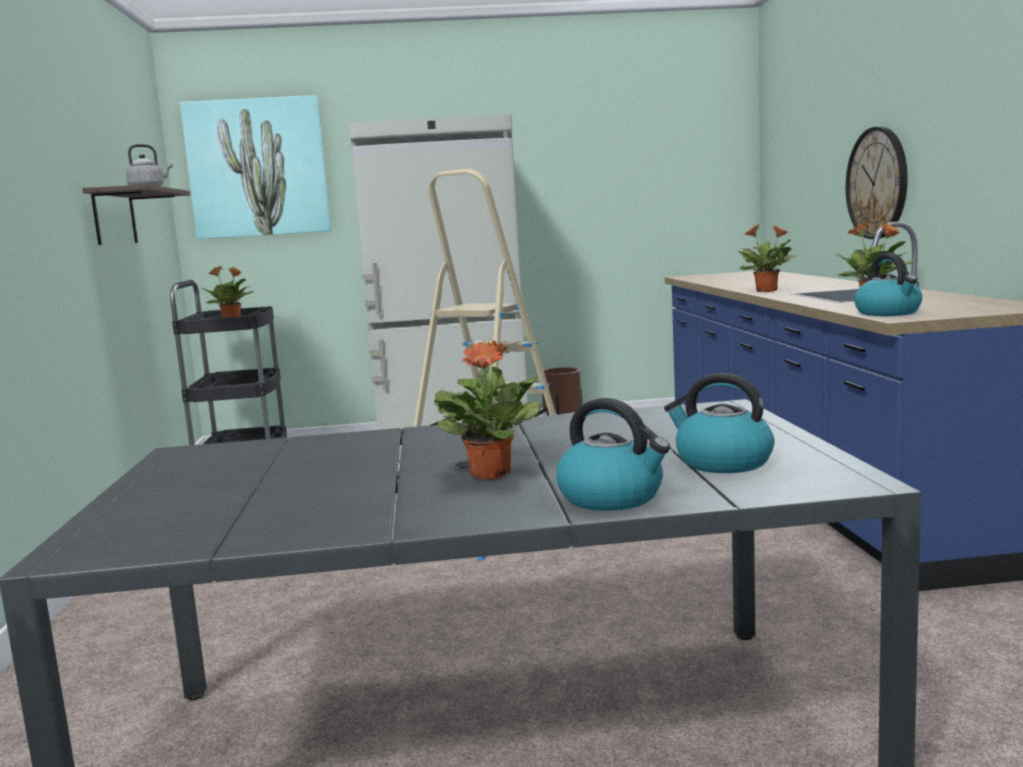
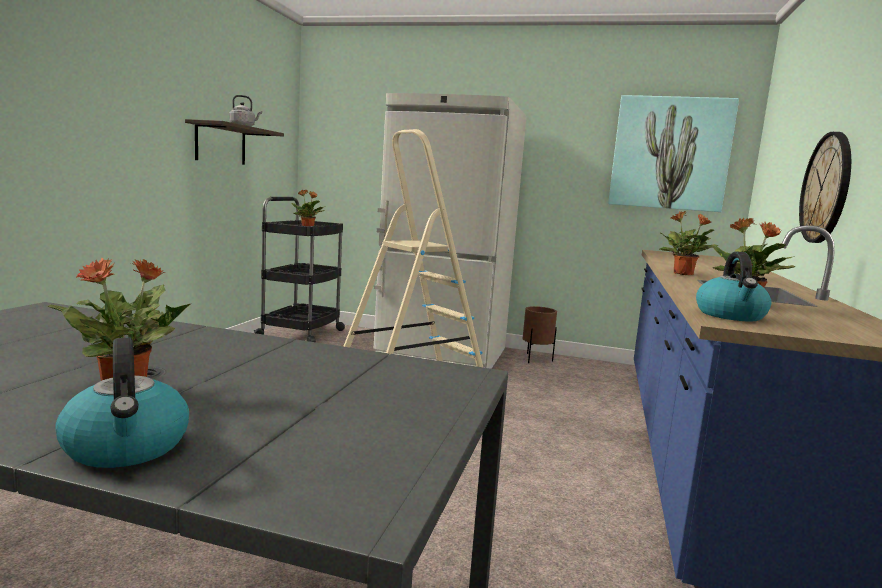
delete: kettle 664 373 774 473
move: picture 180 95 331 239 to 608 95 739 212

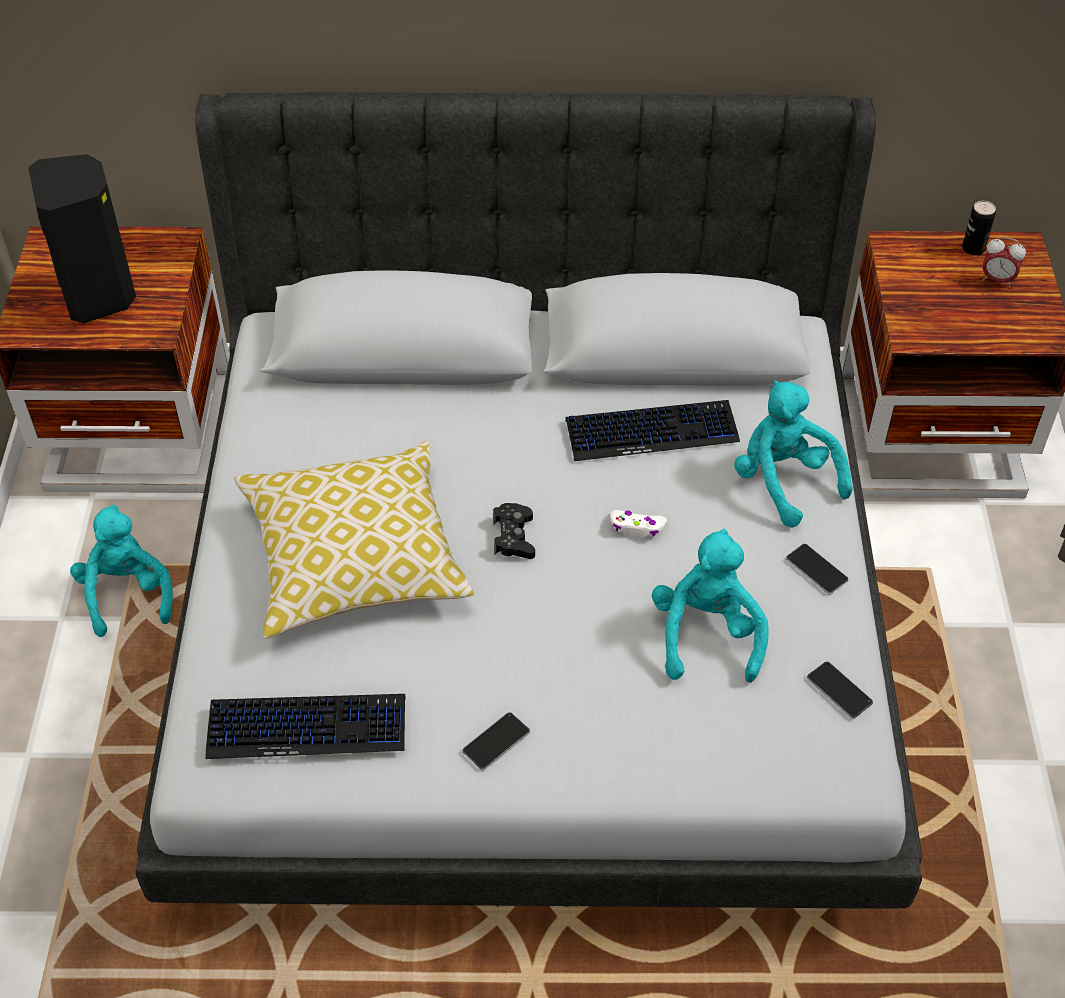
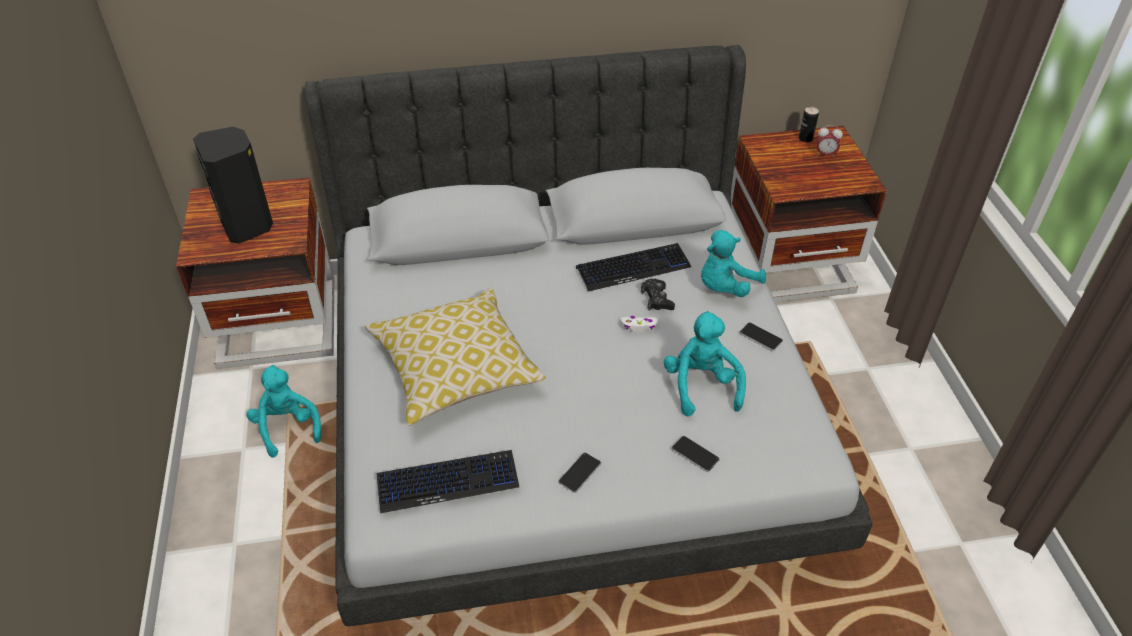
move: game controller/black 493 503 535 559 to 641 279 675 310; phone 807 661 873 719 to 672 436 720 472
rotate: plush toy/turquoise 734 380 853 528 = 701 230 766 297 90 degrees counterclockwise

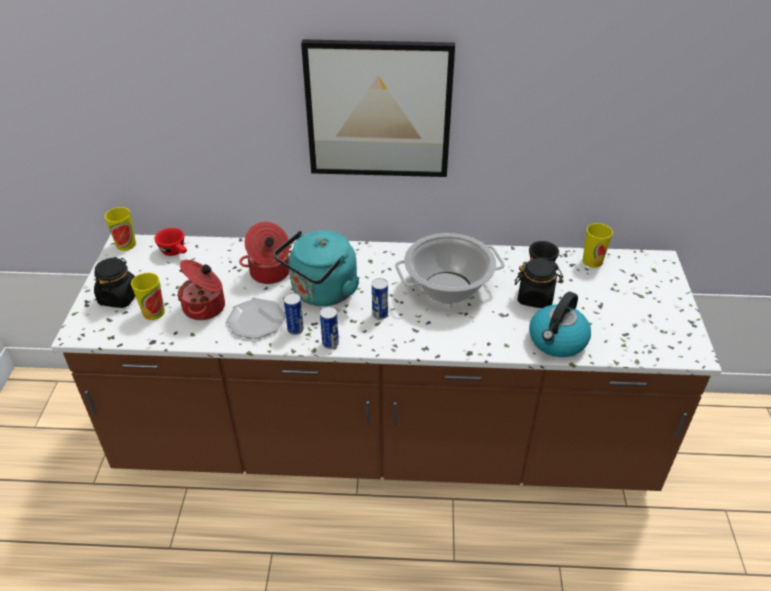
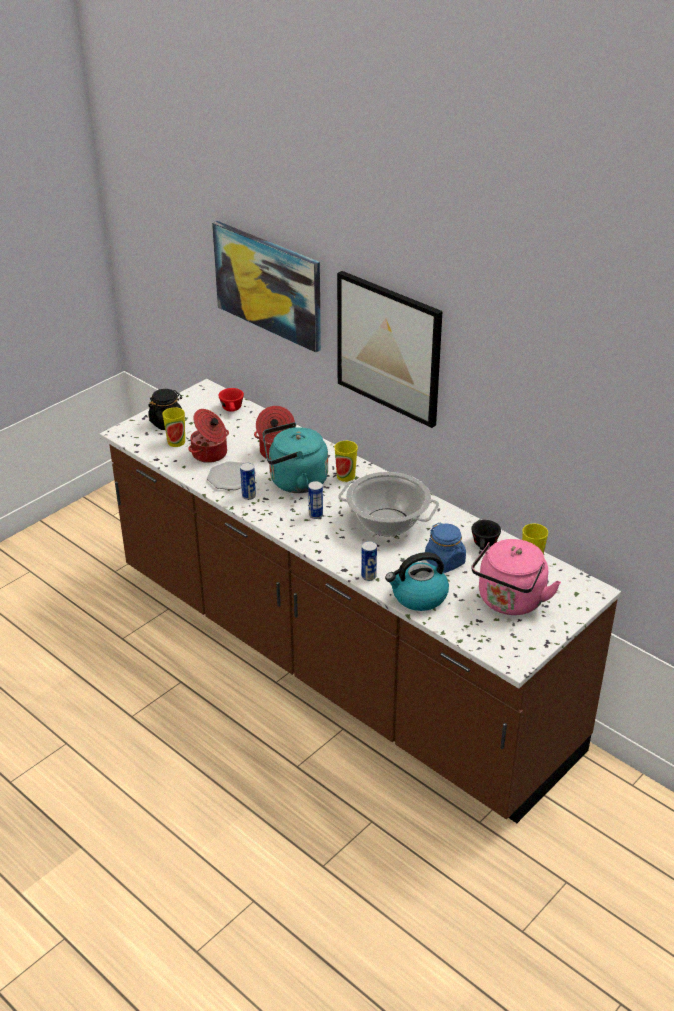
insert: picture 212 221 321 353; kettle/pink 471 539 561 615
move: cup 104 207 136 251 to 334 441 358 482; can 320 307 339 349 to 361 541 377 581
recolor: jar/black 515 258 563 308 to jar/blue 425 522 466 573

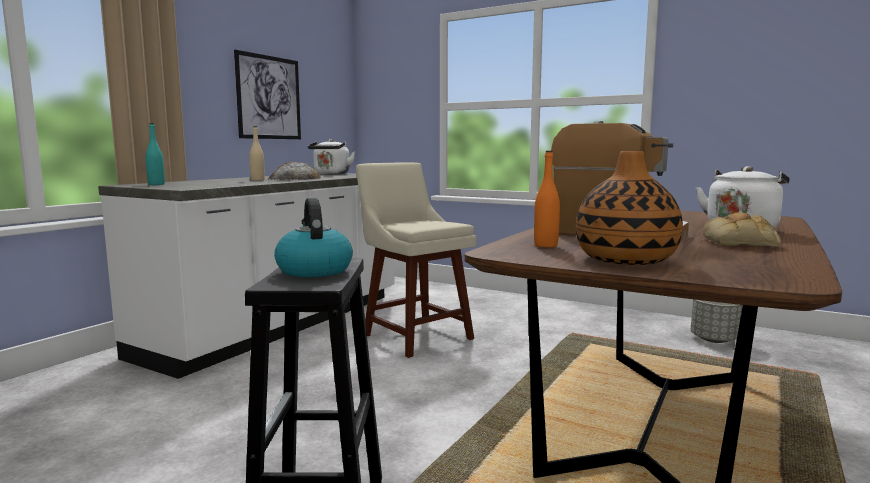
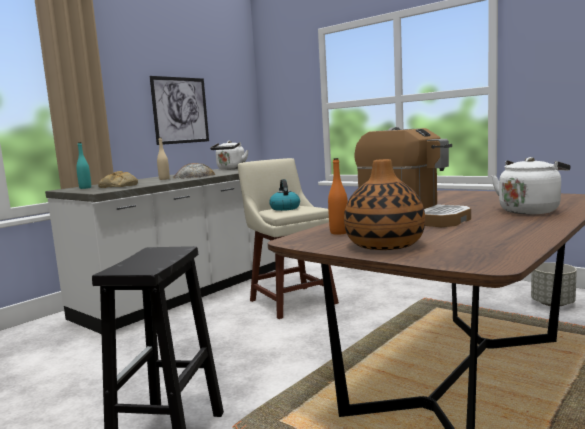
move: kettle 274 198 353 277 to 269 179 300 211; bread 703 212 781 247 to 98 171 138 188

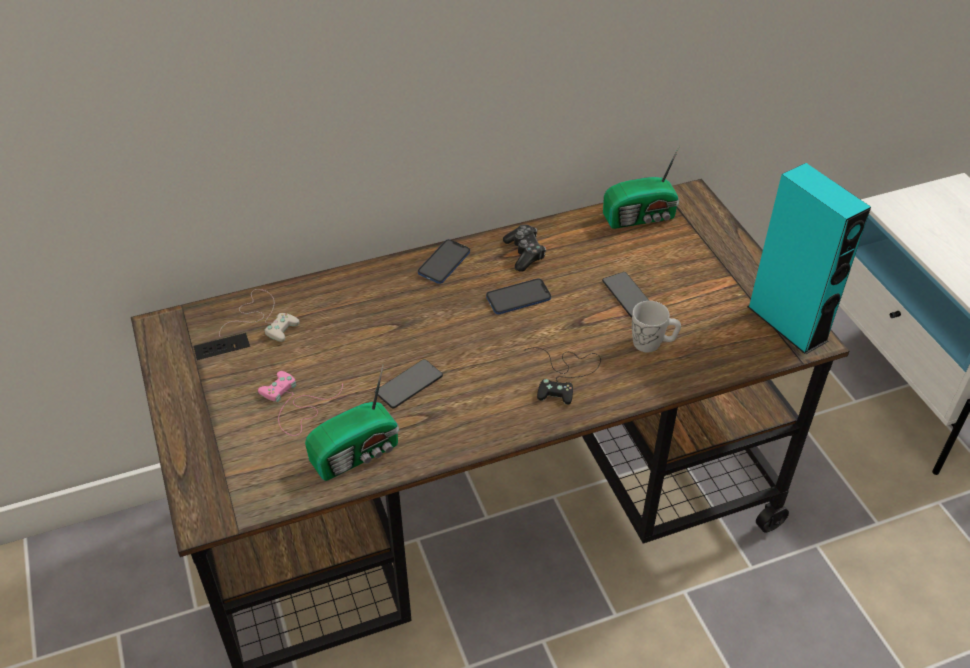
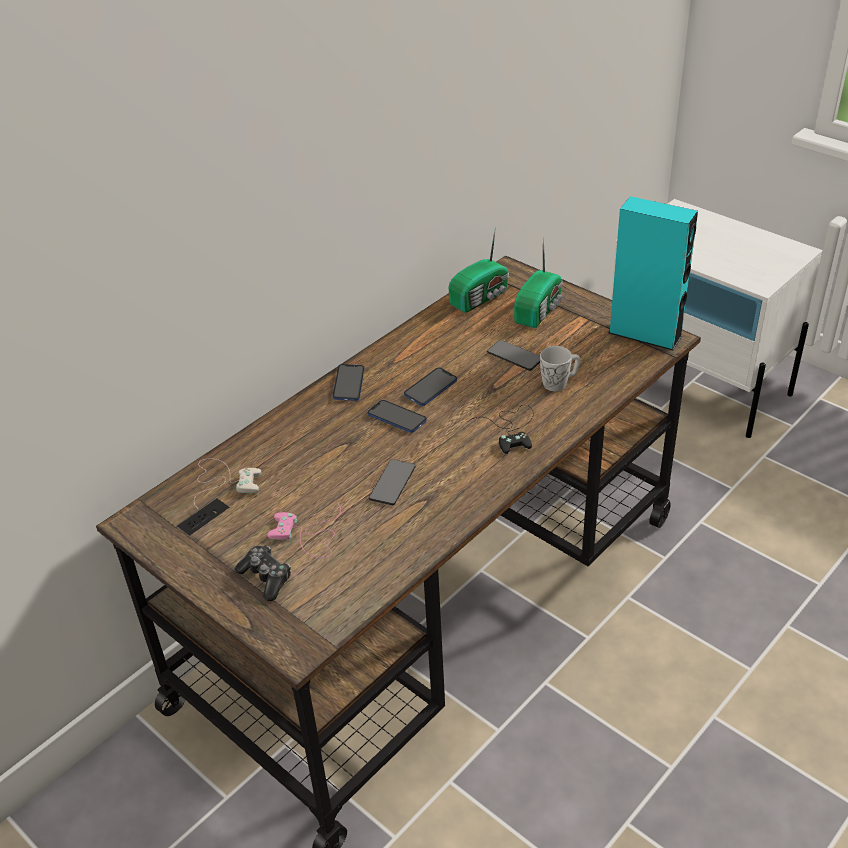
insert: phone 368 400 427 433
move: radio 305 364 399 481 to 514 237 563 328; game controller 503 225 546 272 to 235 546 291 601

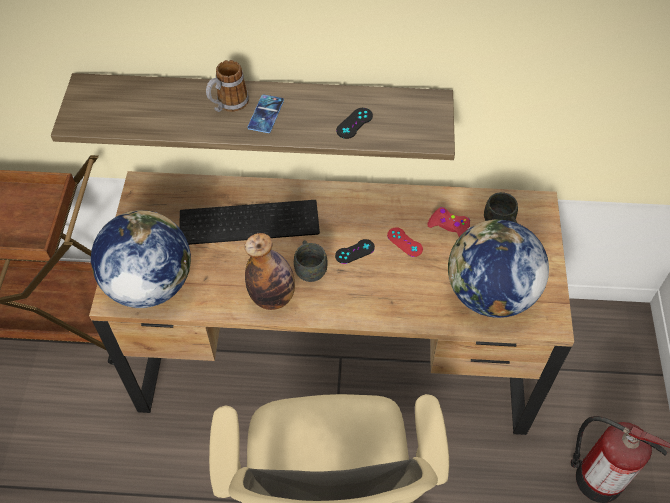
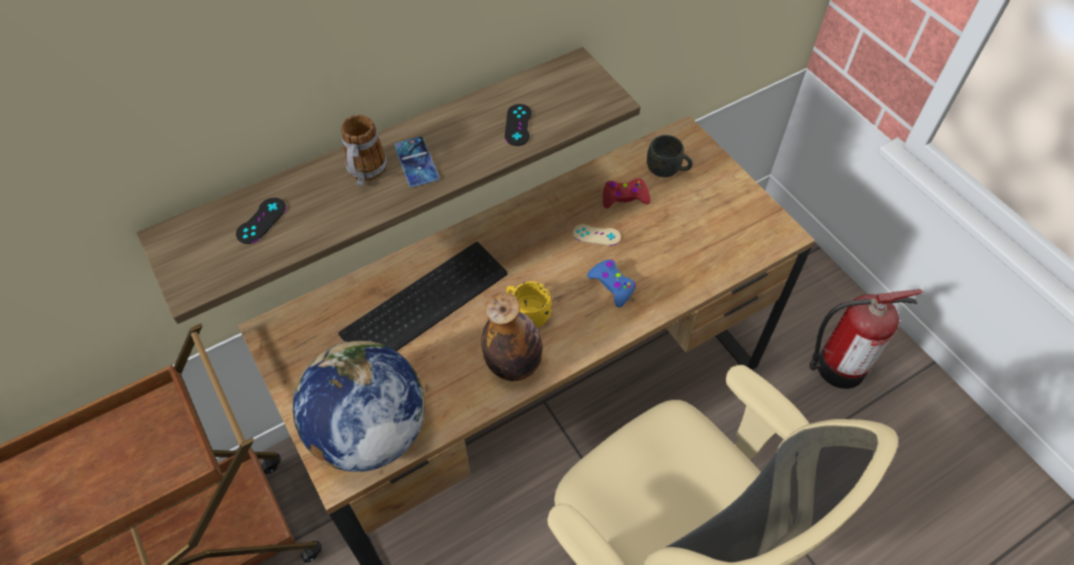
delete: globe 448 220 549 318
insert: game controller/blue 587 259 636 307
move: game controller/black 335 239 375 264 to 236 198 286 244
recolor: mug/grey 294 240 327 282 to mug/yellow 506 281 552 328; game controller/red 387 227 423 257 to game controller/beige 573 224 621 246

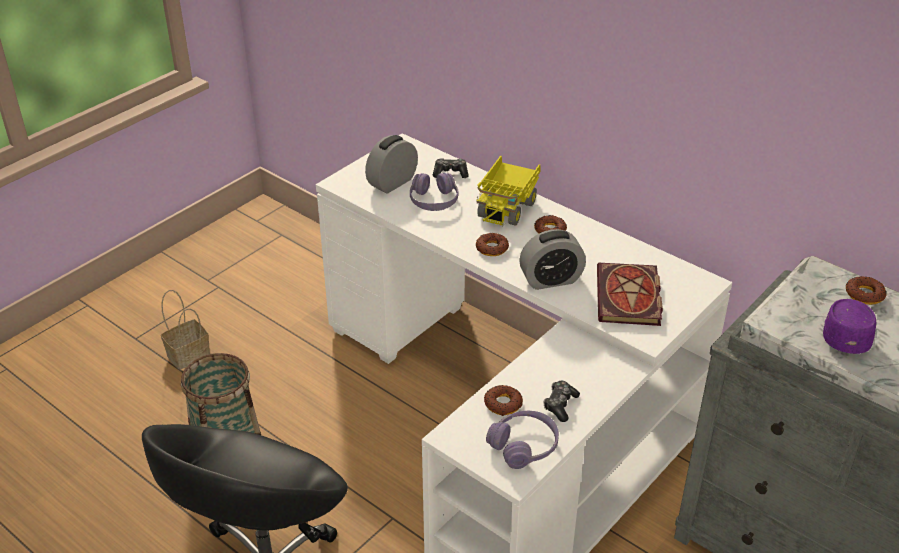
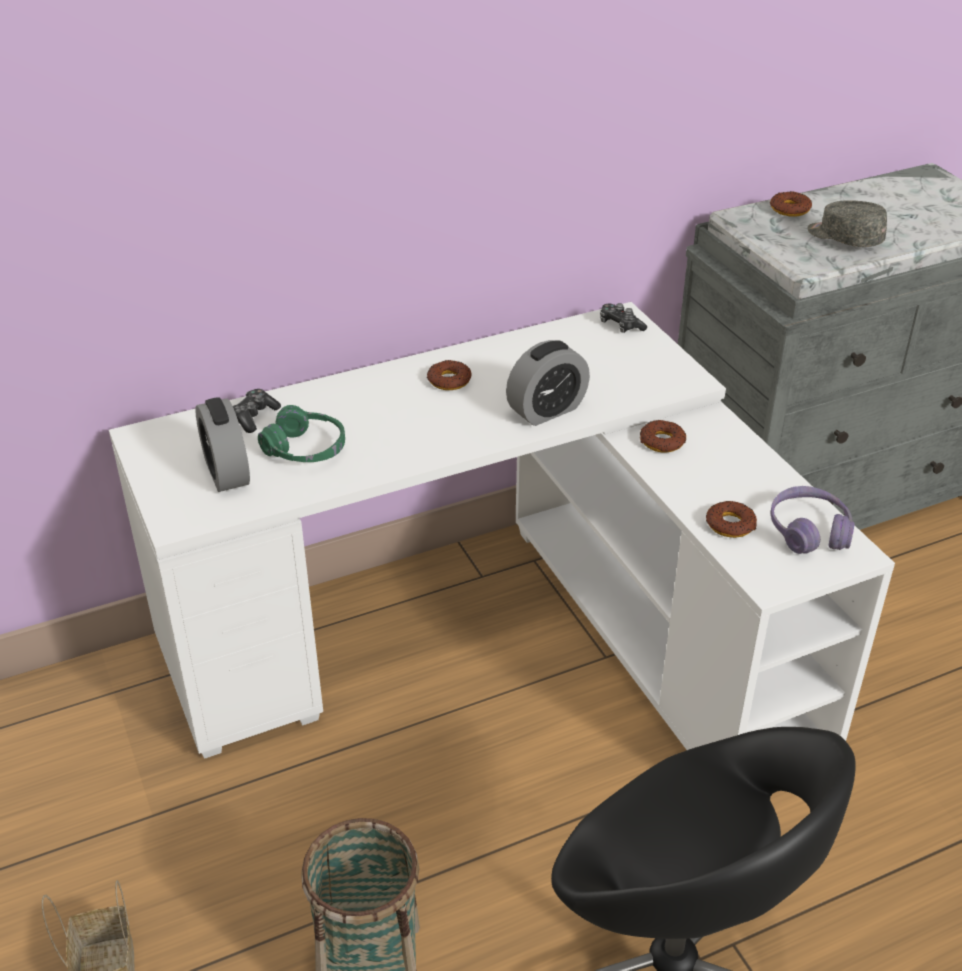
delete: toy truck 476 156 540 227; book 597 263 663 326
move: donut 476 233 509 256 to 640 420 686 453; game controller 544 381 580 422 to 600 303 647 333
recolor: headphones/purple 410 173 459 211 to headphones/green 258 405 345 462; cap/purple 823 299 876 354 to cap/grey 807 200 887 247
rotate: alarm clock 519 229 586 290 = 506 340 590 426 45 degrees clockwise

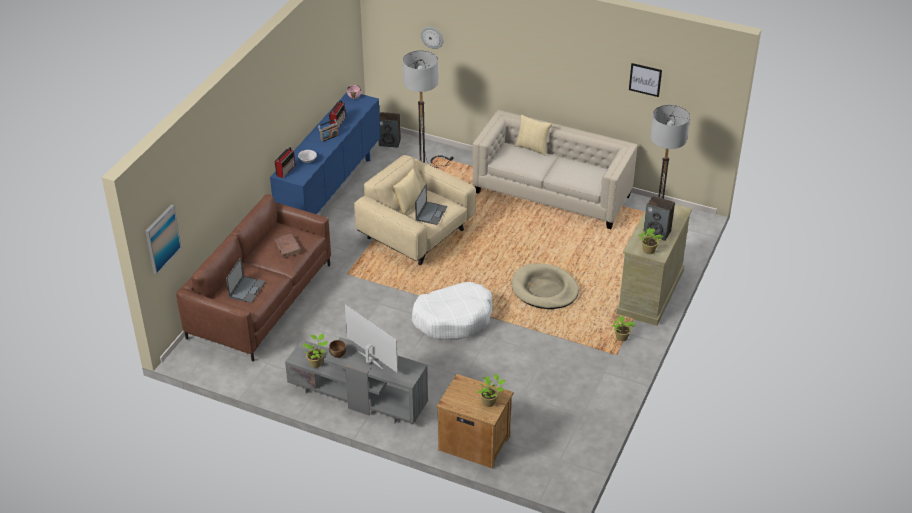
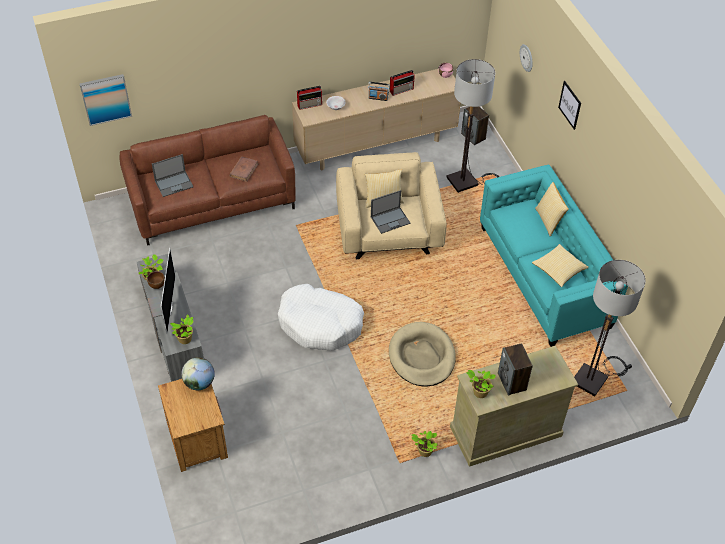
insert: globe 181 357 215 390; pillow 532 244 588 287
move: potted plant 477 374 506 407 to 170 315 193 344; picture 629 63 662 97 to 558 81 581 130
recolor: cabinet/blue 270 92 381 214 to cabinet/beige 292 69 461 170; sofa/beige 473 110 637 229 to sofa/turquoise 480 165 628 347

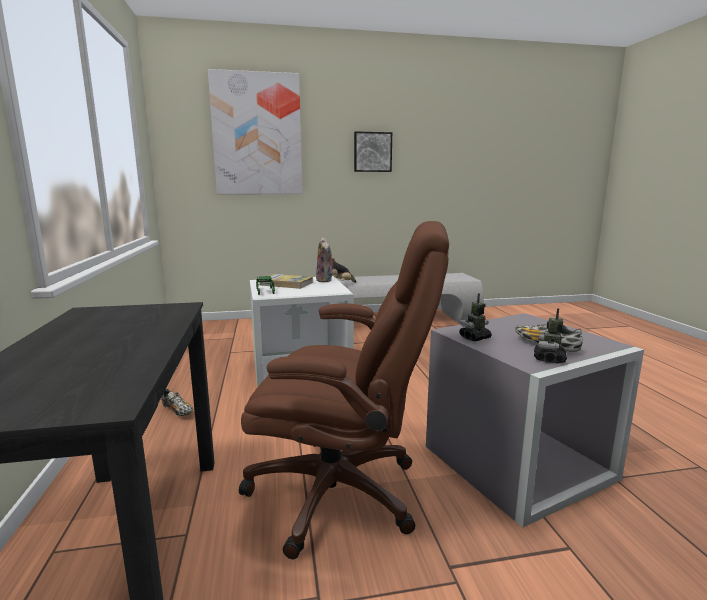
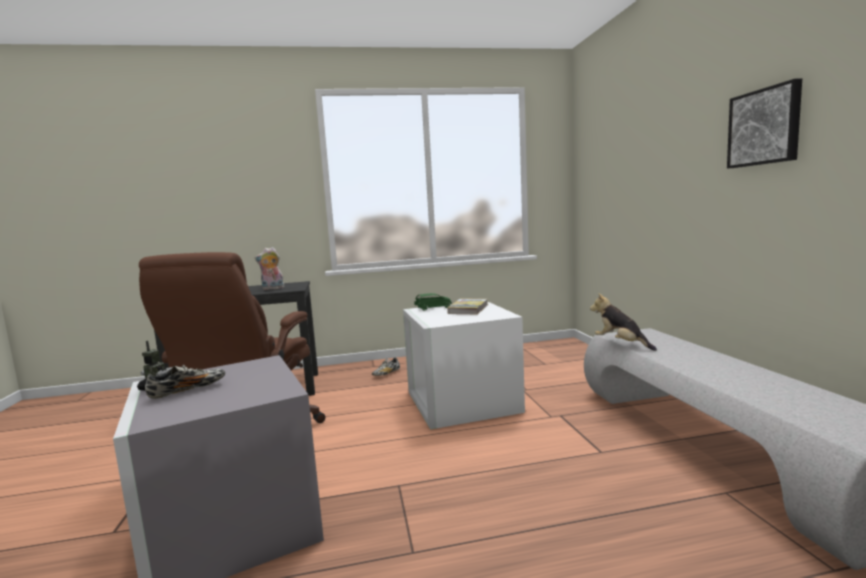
delete: picture 208 69 302 194; toy robot 459 293 492 341
move: plush toy 316 237 335 282 to 255 247 285 290

